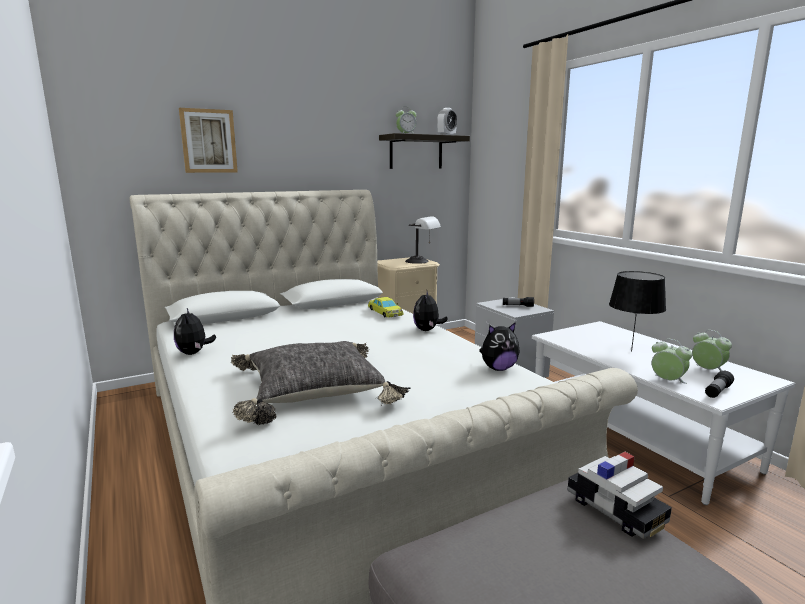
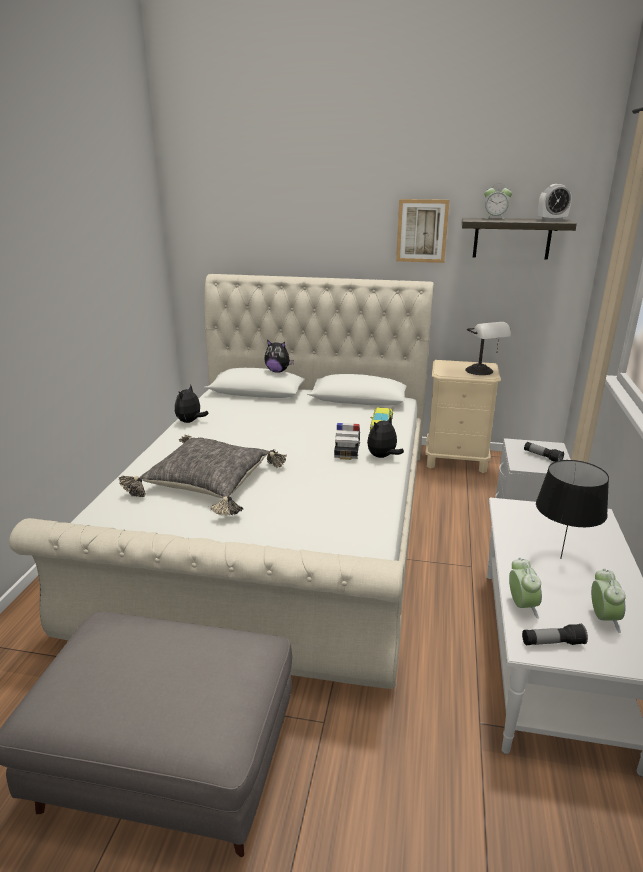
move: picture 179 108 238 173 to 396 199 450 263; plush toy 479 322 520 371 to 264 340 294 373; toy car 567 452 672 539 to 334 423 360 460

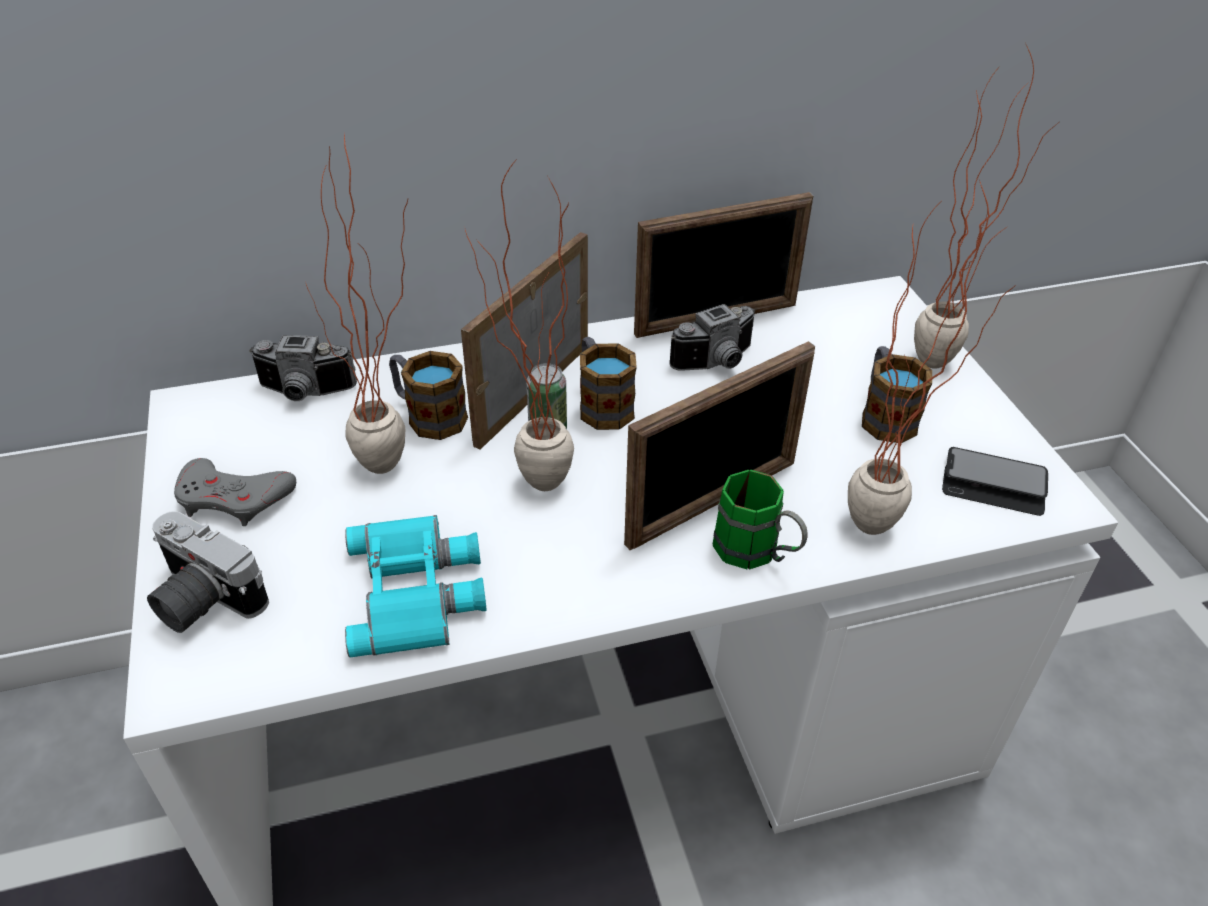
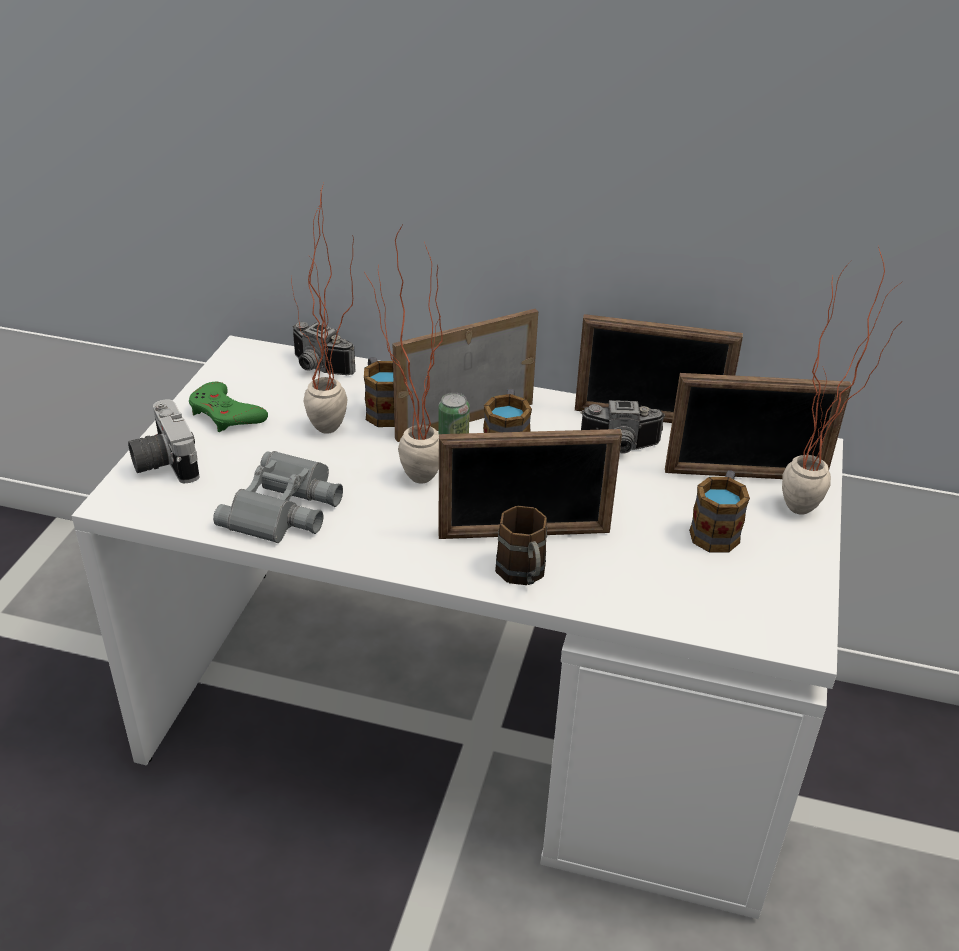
delete: potted plant 848 177 1017 535; phone 942 447 1048 516
insert: picture frame 665 373 852 479
recolor: game controller/grey 174 458 296 526 to game controller/green 189 382 268 432; binoculars/turquoise 345 515 487 657 to binoculars/grey 213 451 343 543; mug/green 713 470 808 570 to mug/brown 495 506 547 585

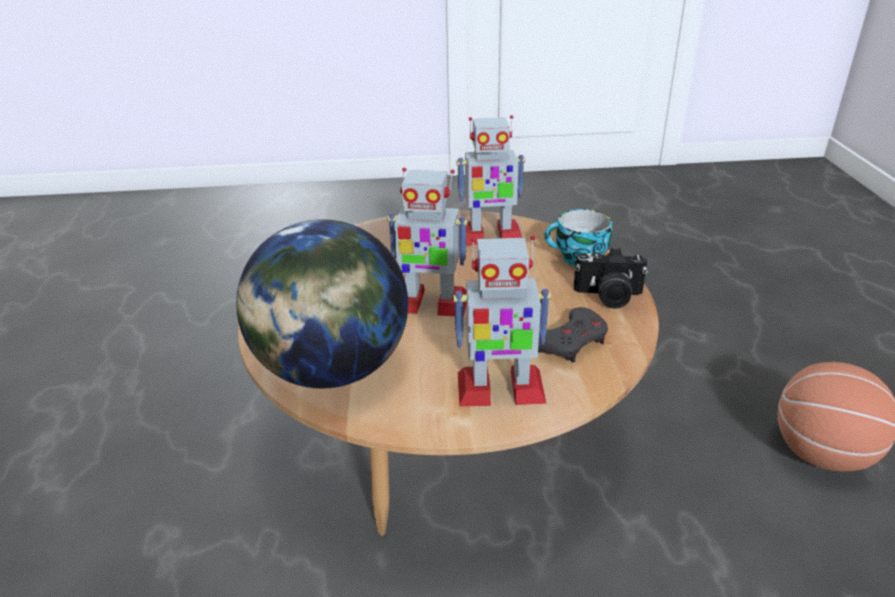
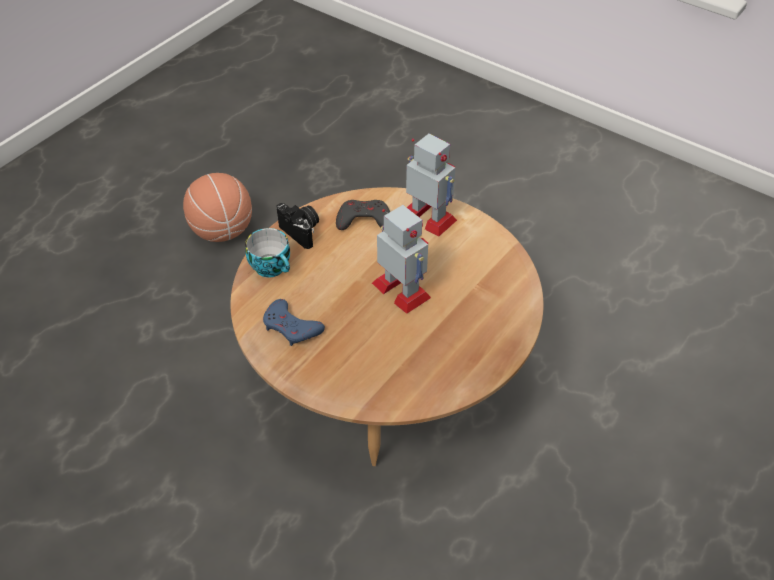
delete: globe 236 219 408 389
replace: toy robot 456 115 525 245 to game controller/blue 263 299 325 346

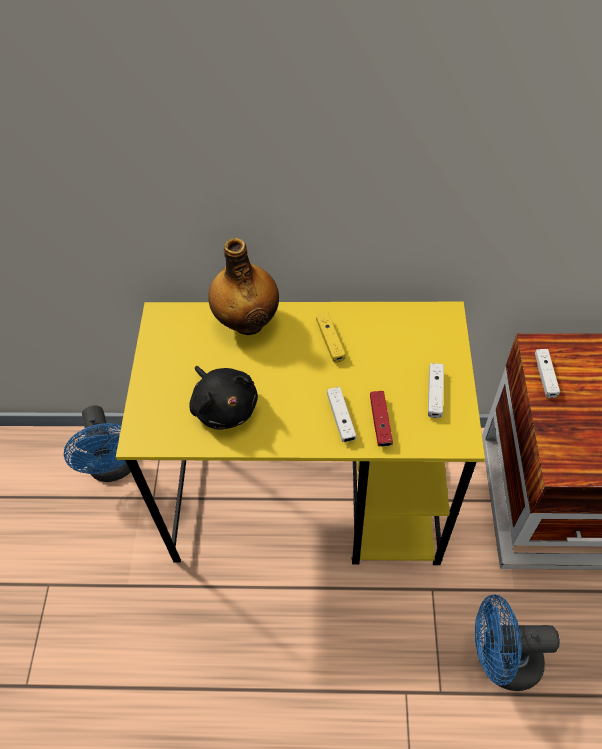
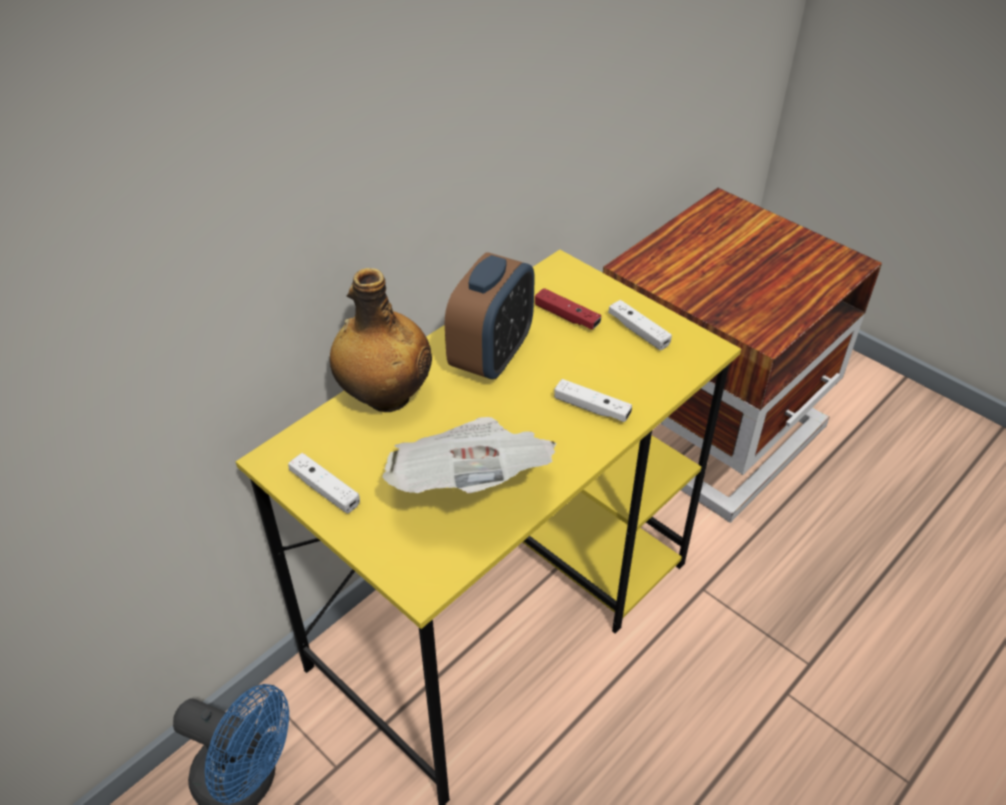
delete: fan/blue 475 595 560 691
move: game controller/red 370 391 393 447 to 535 288 601 330; game controller/white 535 349 560 398 to 288 453 360 513
replace: plush toy/black 189 366 258 430 to newspaper 382 417 556 493; game controller/yellow 316 313 346 363 to alarm clock 445 253 535 379

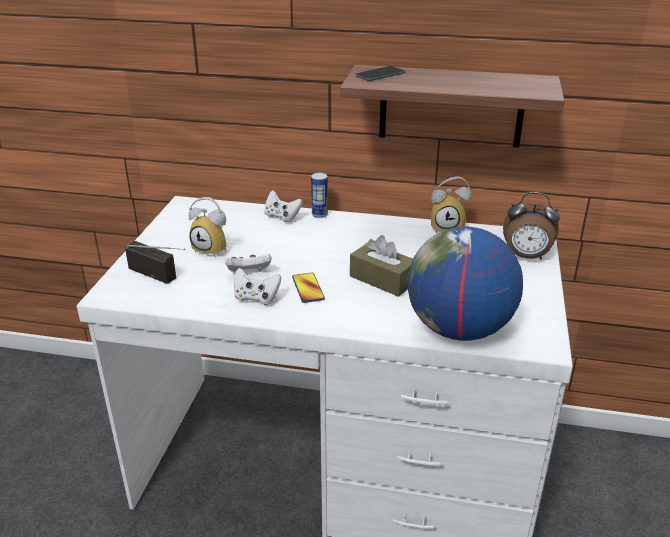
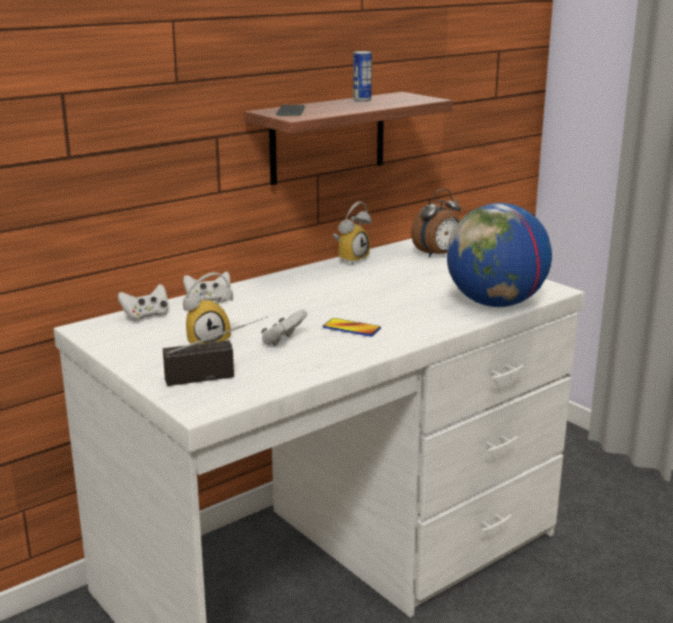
delete: tissue box/brown 350 235 413 297
move: game controller/white 234 268 281 305 to 118 284 168 321; can 311 173 328 218 to 353 51 372 102

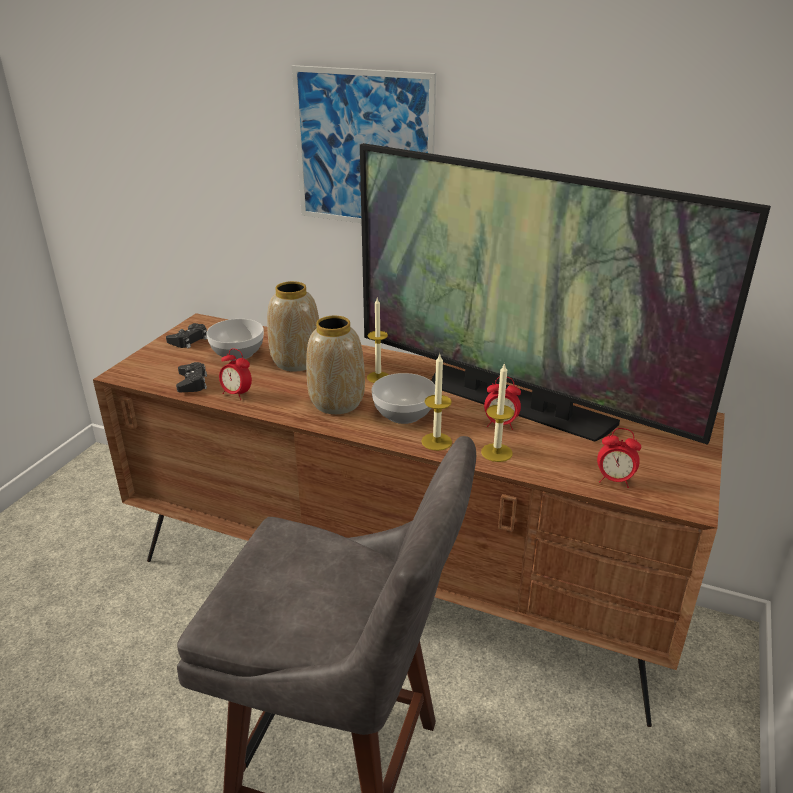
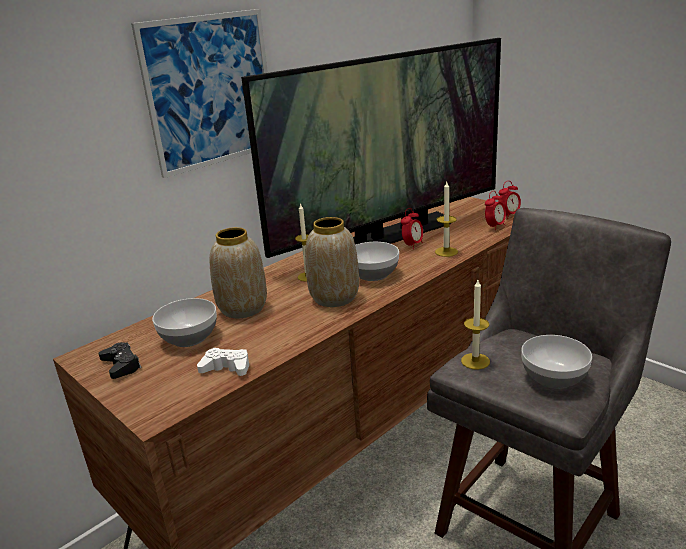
insert: bowl 521 335 592 389
move: alarm clock 219 348 252 400 to 498 181 521 219; candle 421 354 452 451 to 461 280 490 370
recolor: game controller/black 176 362 207 392 to game controller/white 197 348 249 376

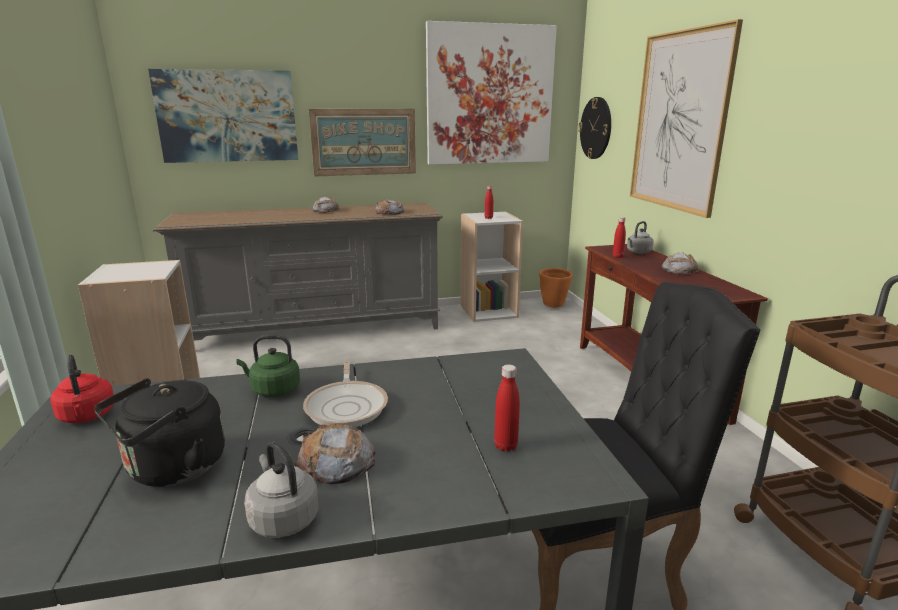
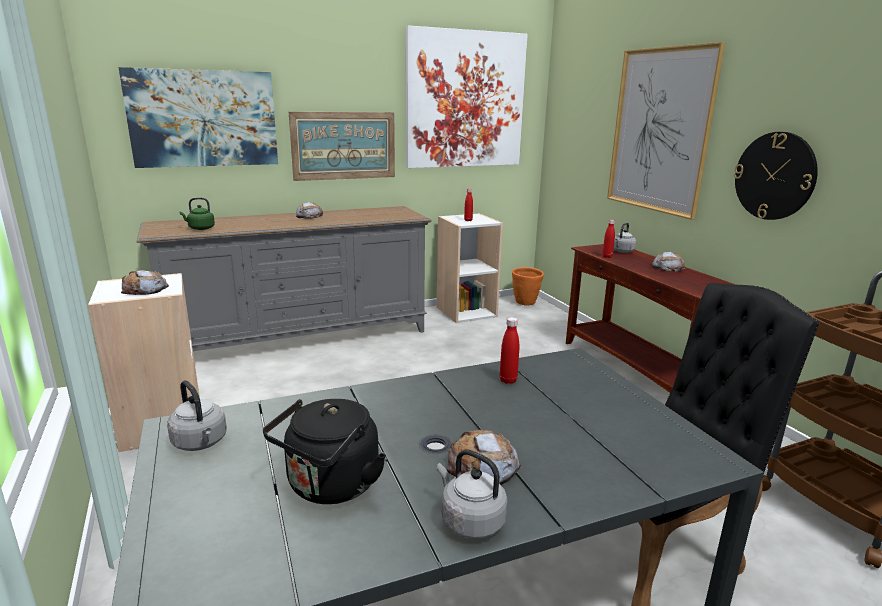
delete: frying pan 303 361 388 427
move: kettle/green 236 335 300 397 to 180 197 215 230; bread 375 199 404 215 to 121 270 169 295; bottle/red 494 365 520 452 to 500 317 519 384; wall clock 578 97 611 159 to 734 132 818 220
recolor: kettle/red 50 354 114 423 to kettle/grey 167 380 227 451

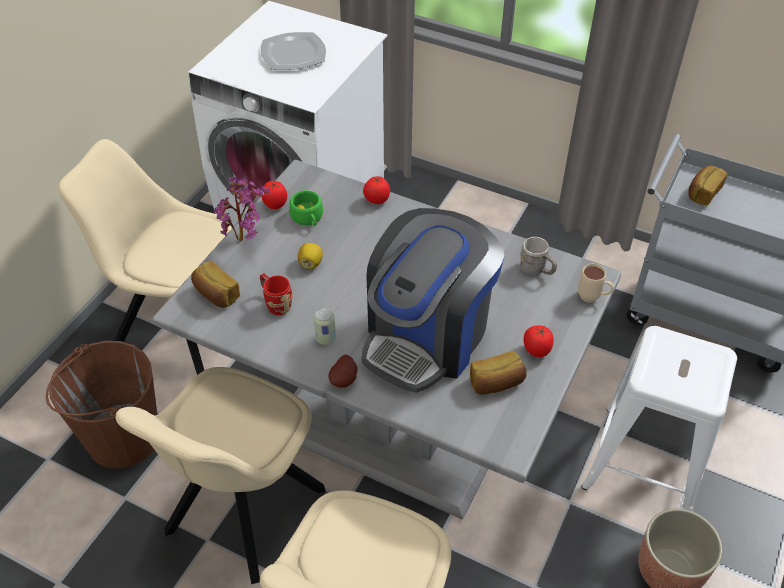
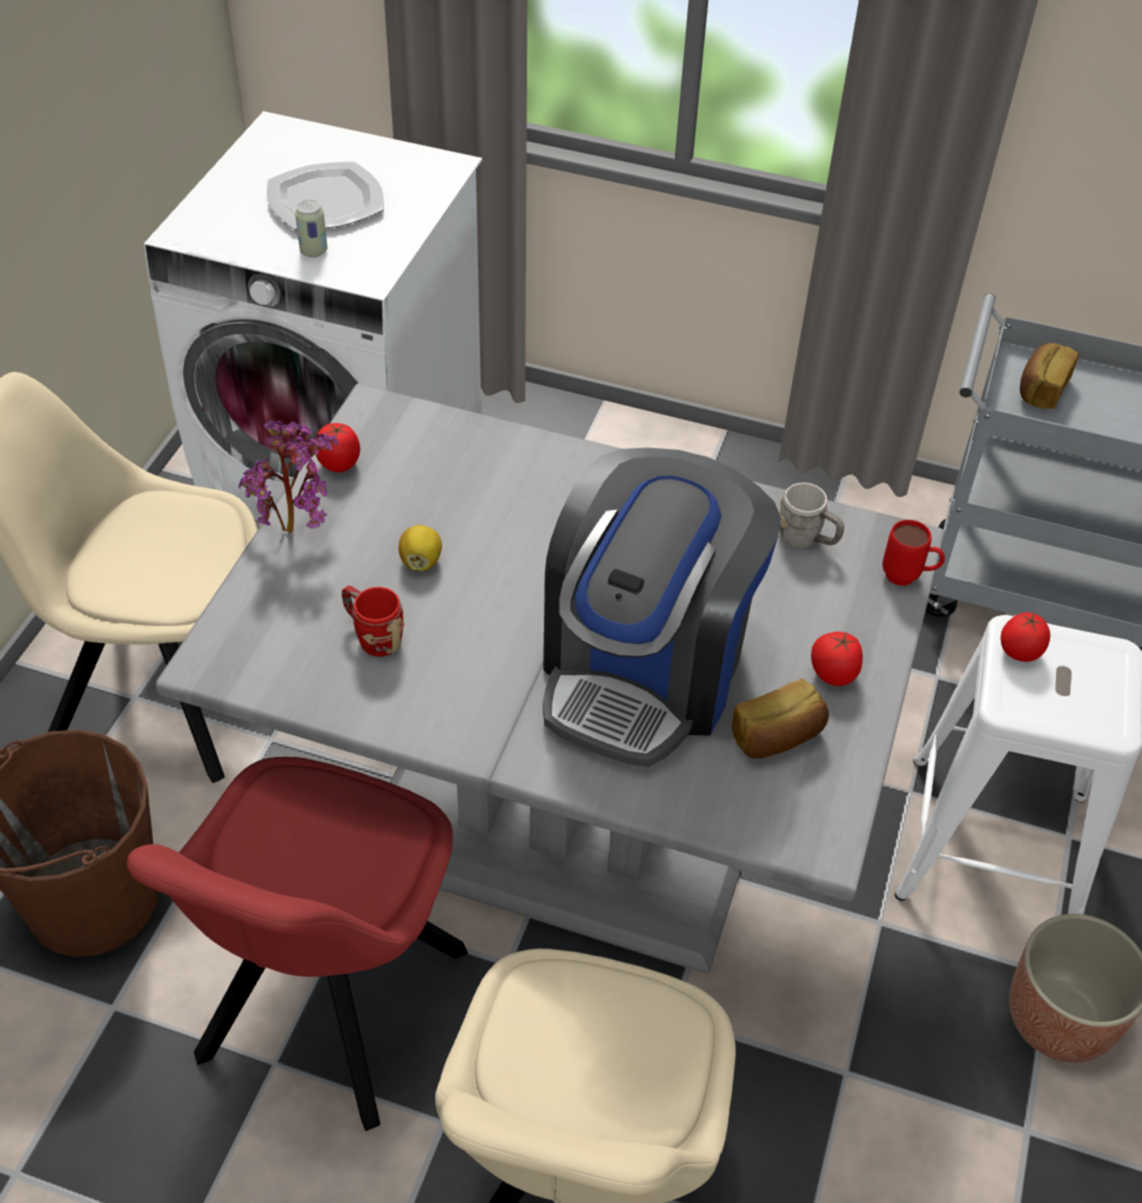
delete: bread 191 261 240 308; cup/green 290 190 323 226; potato 329 355 357 388
move: can 314 308 336 345 to 295 200 328 257; tomato 363 176 390 204 to 1001 612 1050 662
recolor: chair/beige 116 367 326 584 to chair/red 127 757 468 1131; mug/beige 578 264 614 303 to mug/red 882 520 945 586

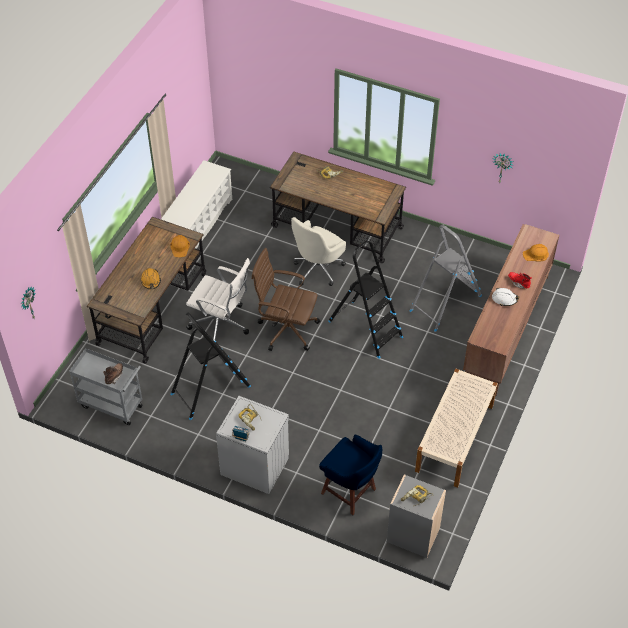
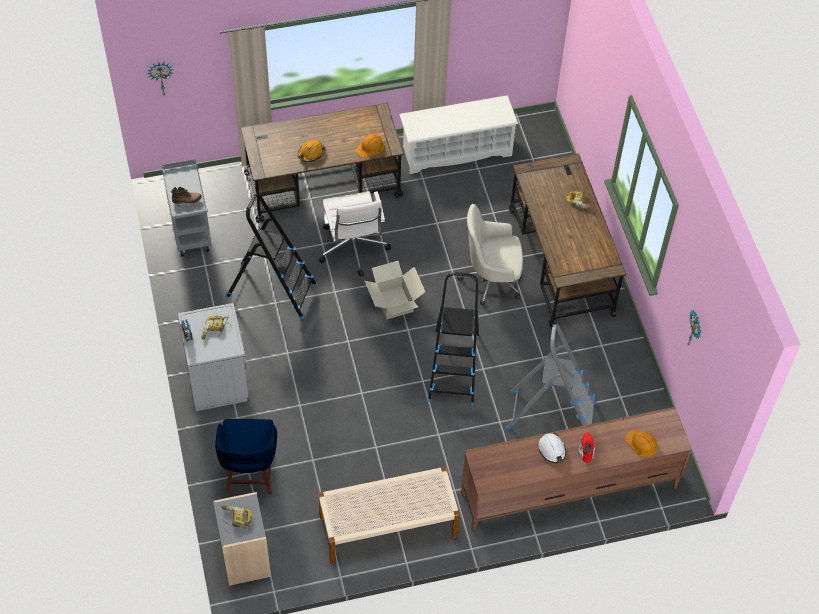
replace: office chair/brown 252 248 321 351 to cardboard box 365 261 425 320

